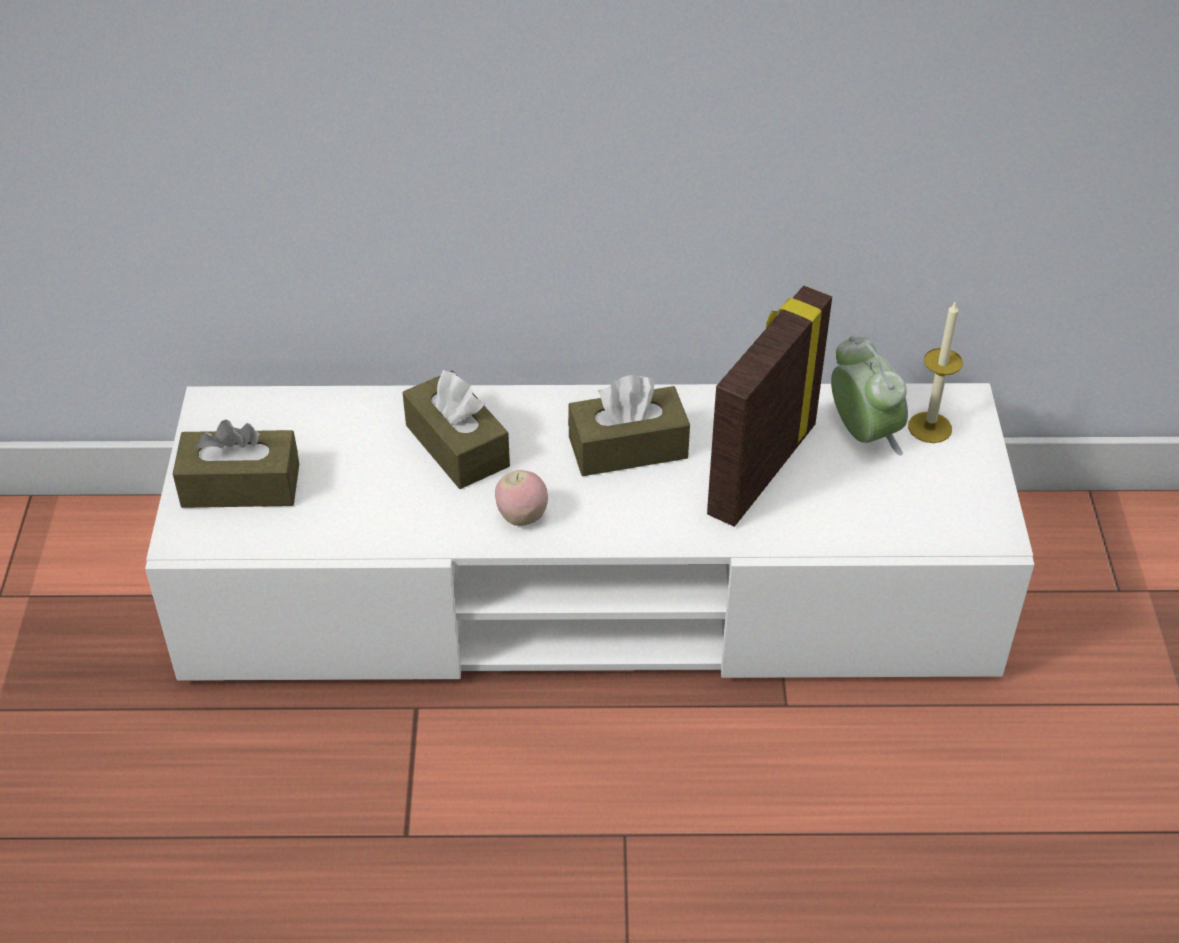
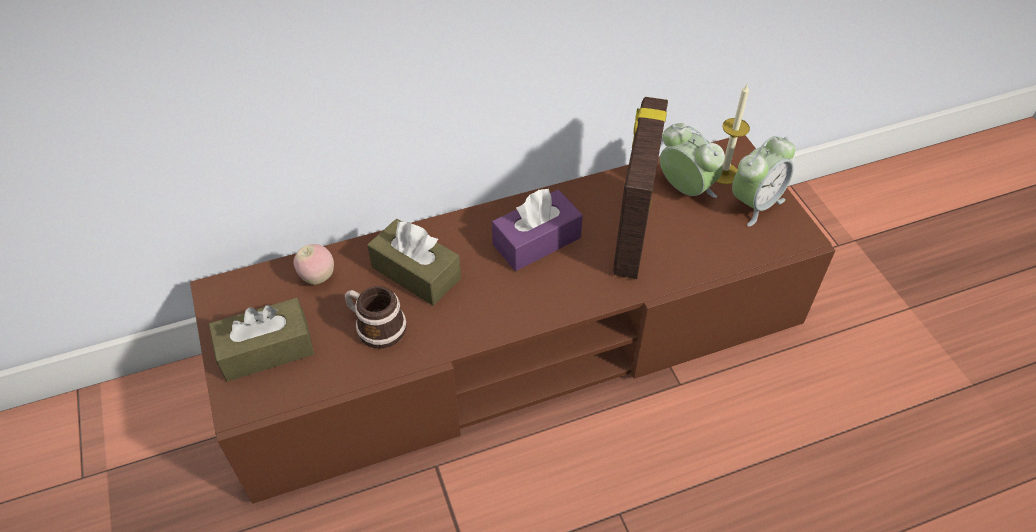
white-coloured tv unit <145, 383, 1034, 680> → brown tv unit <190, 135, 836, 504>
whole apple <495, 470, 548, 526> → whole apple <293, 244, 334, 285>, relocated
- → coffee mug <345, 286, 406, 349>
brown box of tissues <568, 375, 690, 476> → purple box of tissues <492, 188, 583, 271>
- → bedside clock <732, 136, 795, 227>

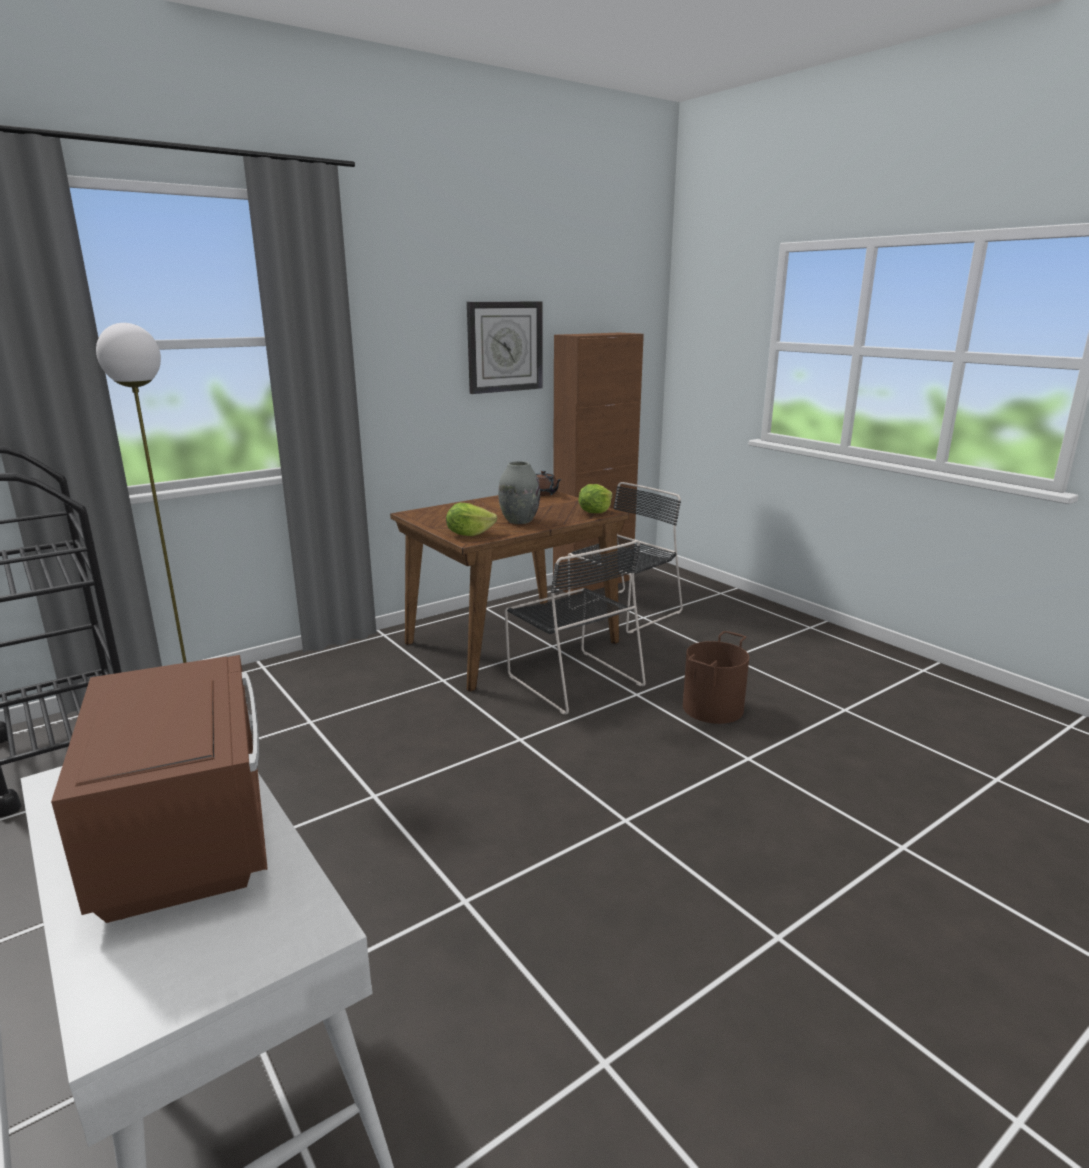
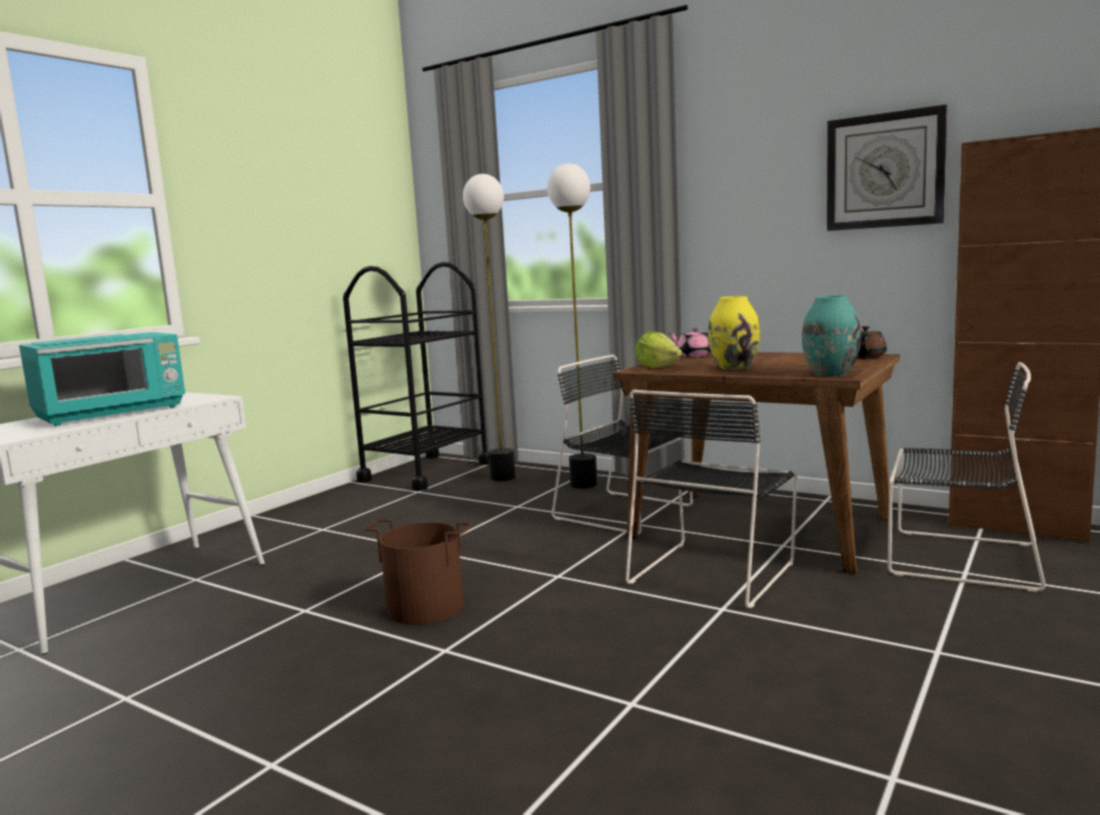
brown microwave oven <51, 655, 268, 923> → blue-green microwave oven <19, 332, 185, 426>
brown bucket <683, 631, 749, 724> → brown bucket <363, 519, 472, 624>, relocated
- → standing lamp <547, 164, 597, 489>
- → blackish upright chair <552, 355, 693, 535>
- → pinkish teapot <668, 327, 711, 357>
grey flower vase <498, 461, 540, 524> → yellow-coloured flower vase <708, 296, 760, 370>
lettuce <578, 484, 613, 513> → blue-green flower vase <802, 295, 861, 377>

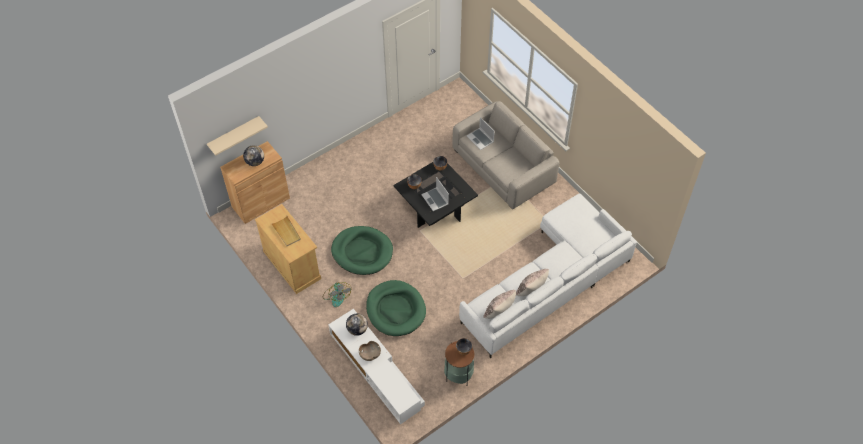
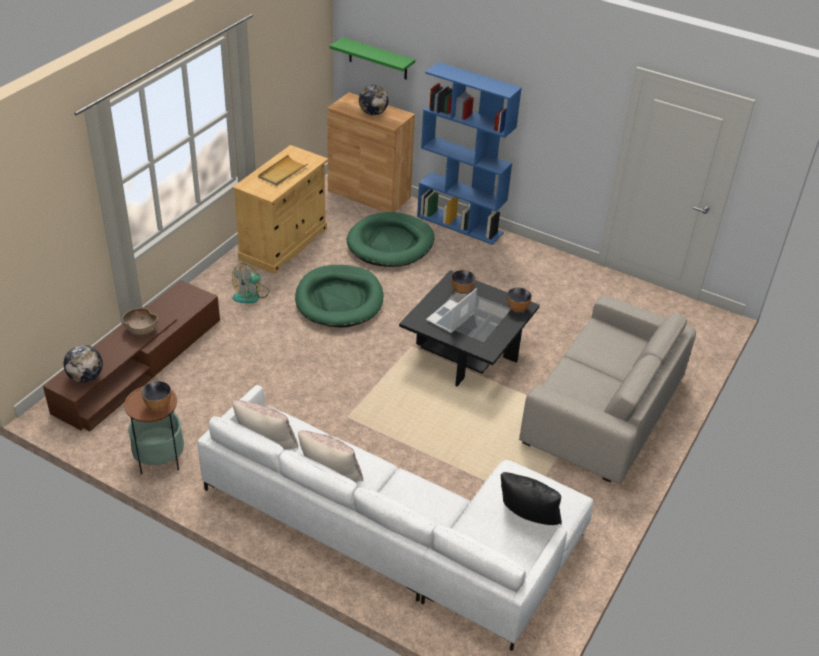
white-coloured tv unit <328, 309, 425, 425> → brown tv unit <43, 280, 220, 431>
world globe <346, 313, 368, 336> → world globe <64, 345, 103, 383>, relocated
sand-coloured wall shelf <207, 116, 268, 156> → greenish wall shelf <329, 37, 415, 79>
greenish dog bed <366, 280, 426, 336> → greenish dog bed <347, 212, 434, 267>, relocated
- → blue shelving unit <417, 62, 522, 245>
- → blackish cushion <501, 472, 562, 525>
notebook computer <467, 117, 495, 150> → -

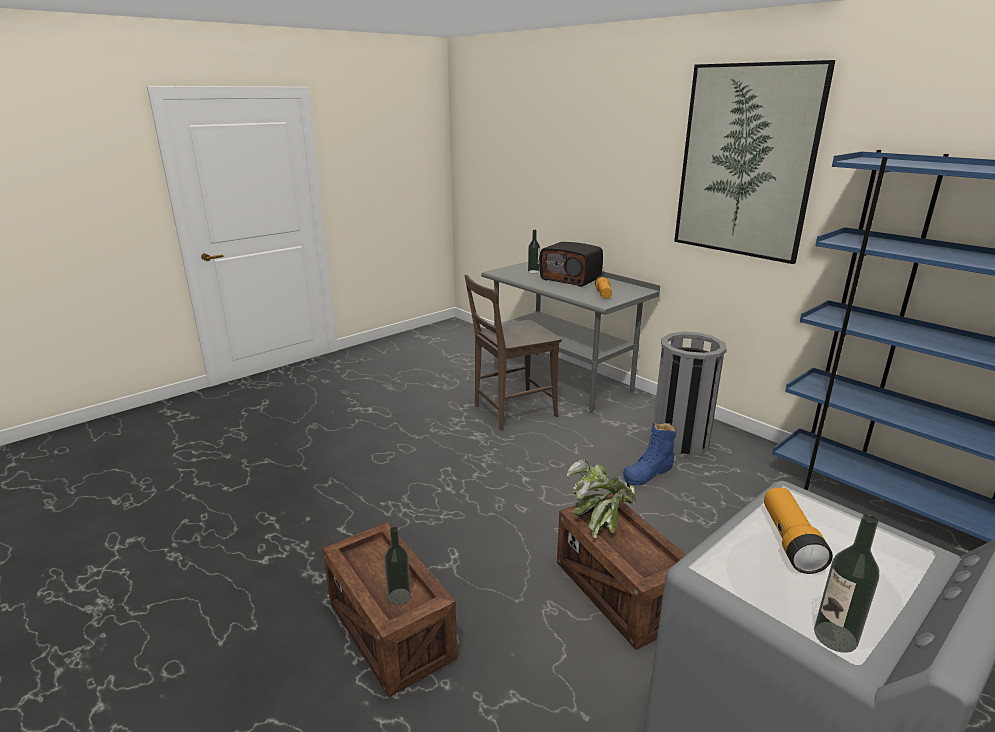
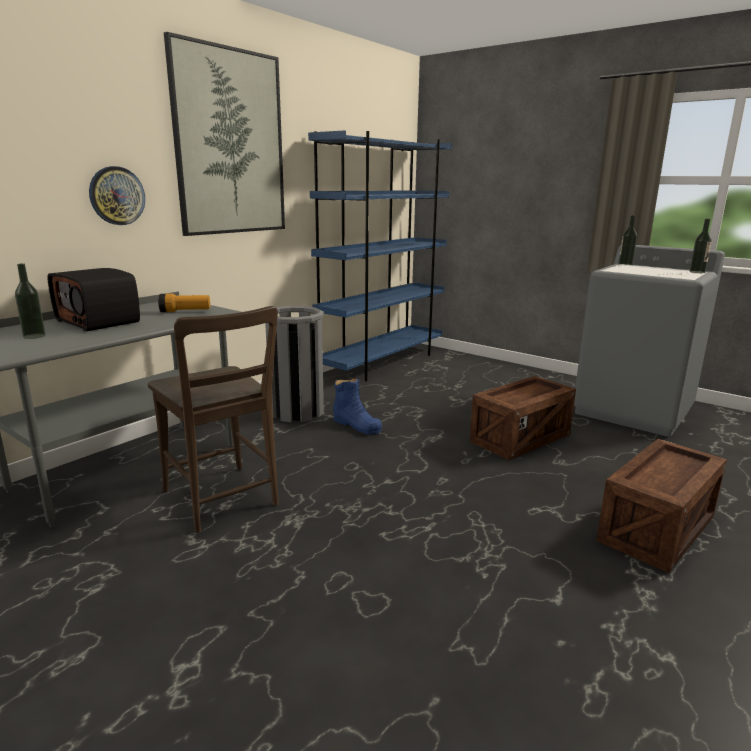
radio <539, 242, 603, 287> → radio <47, 268, 140, 331>, 105 degrees clockwise
- → clock on the wall <89, 166, 145, 225>
drink bottle <384, 527, 411, 605> → drink bottle <619, 215, 637, 266>, relocated
potted plant <566, 459, 636, 538> → -
hand torch <764, 487, 833, 574> → -

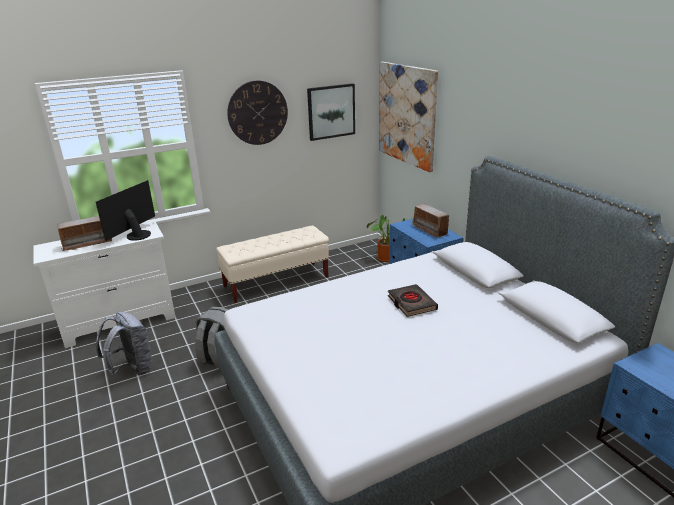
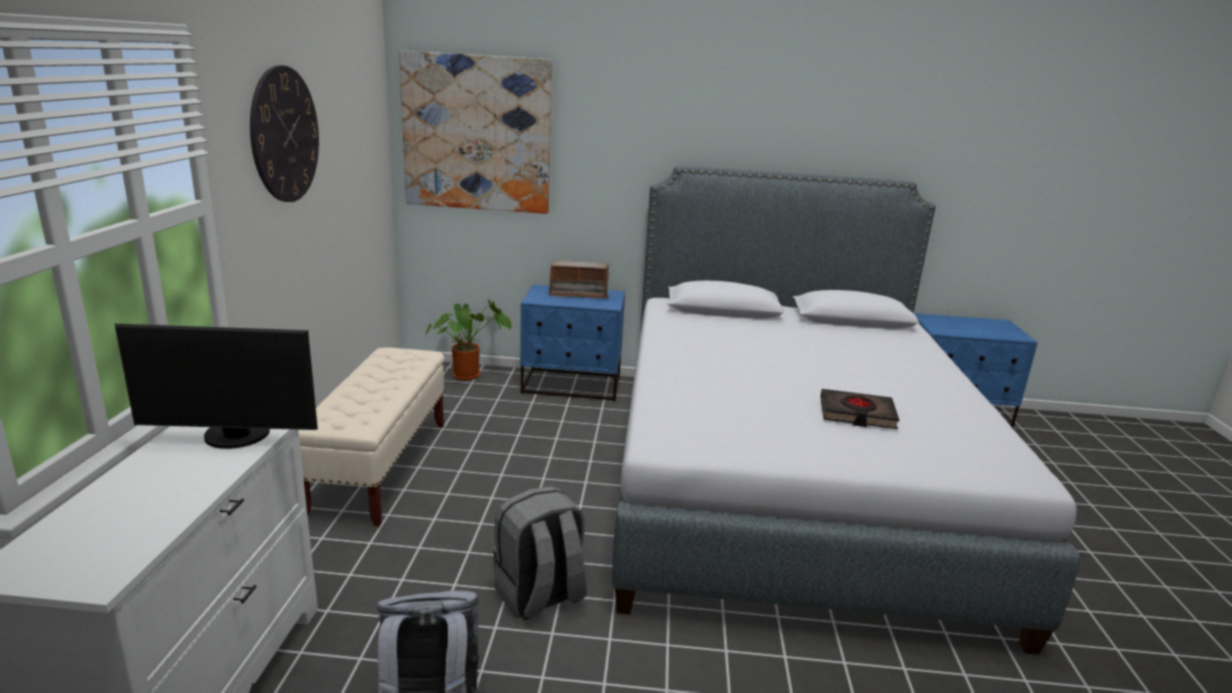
computer display <96, 180, 155, 241> → computer display <115, 324, 318, 449>, 60 degrees counterclockwise
blackish book <388, 284, 438, 317> → blackish book <820, 389, 899, 429>, relocated
radio <57, 216, 112, 251> → -
picture <307, 83, 355, 141> → -

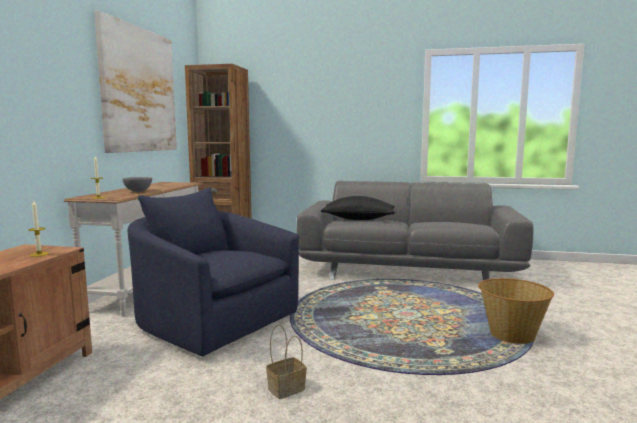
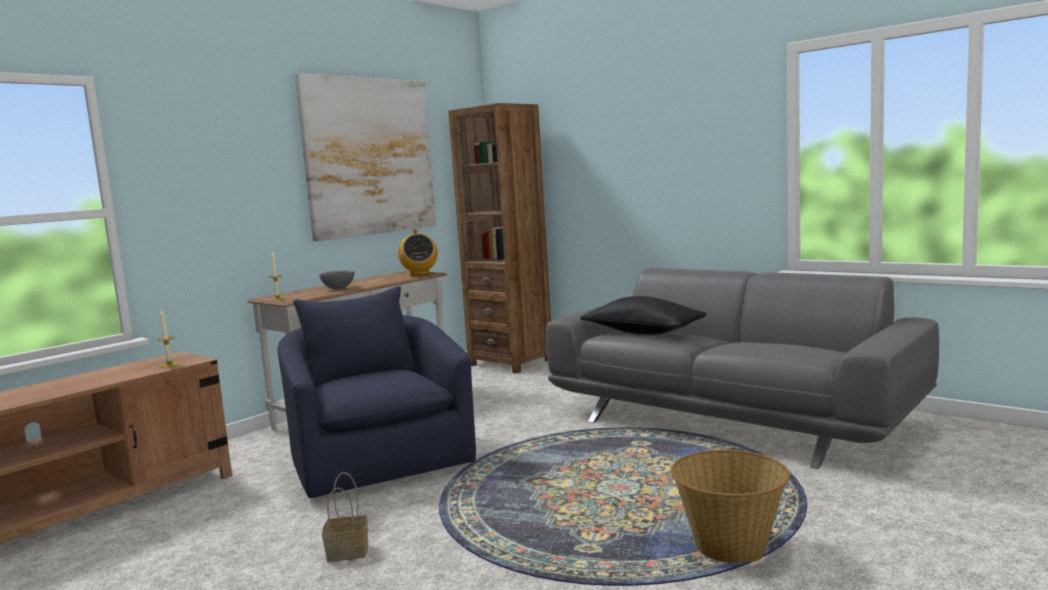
- → radio <398, 229, 438, 276>

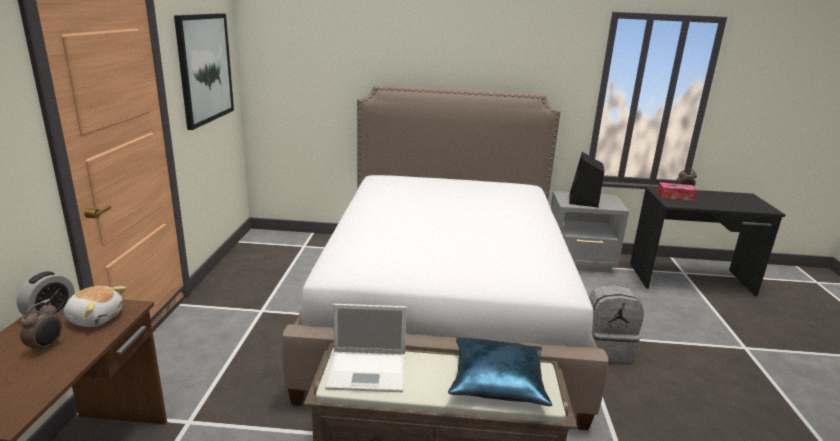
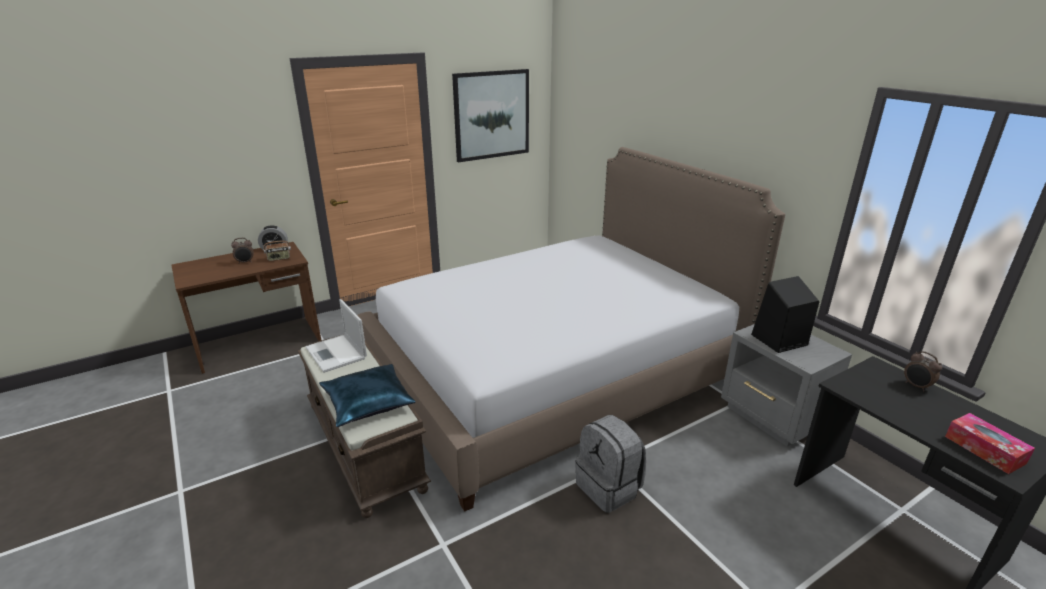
plush toy <64, 286, 126, 327> → radio <263, 234, 291, 261>
box of tissues <657, 182, 698, 201> → box of tissues <945, 413, 1035, 474>, relocated

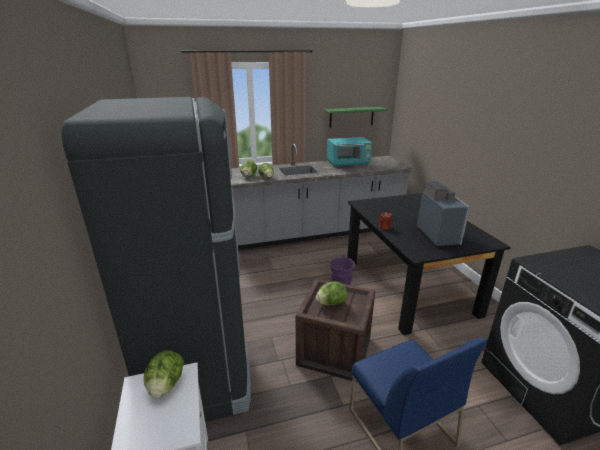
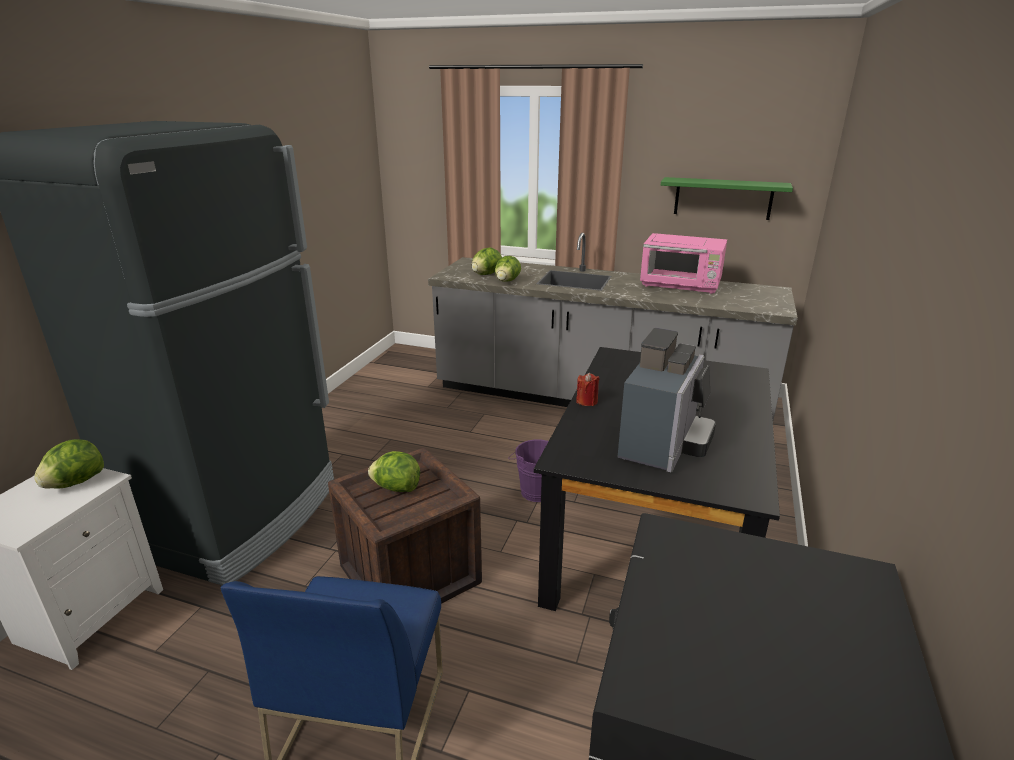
blue-green microwave oven <327, 137, 372, 167> → pinkish microwave oven <640, 233, 727, 294>

